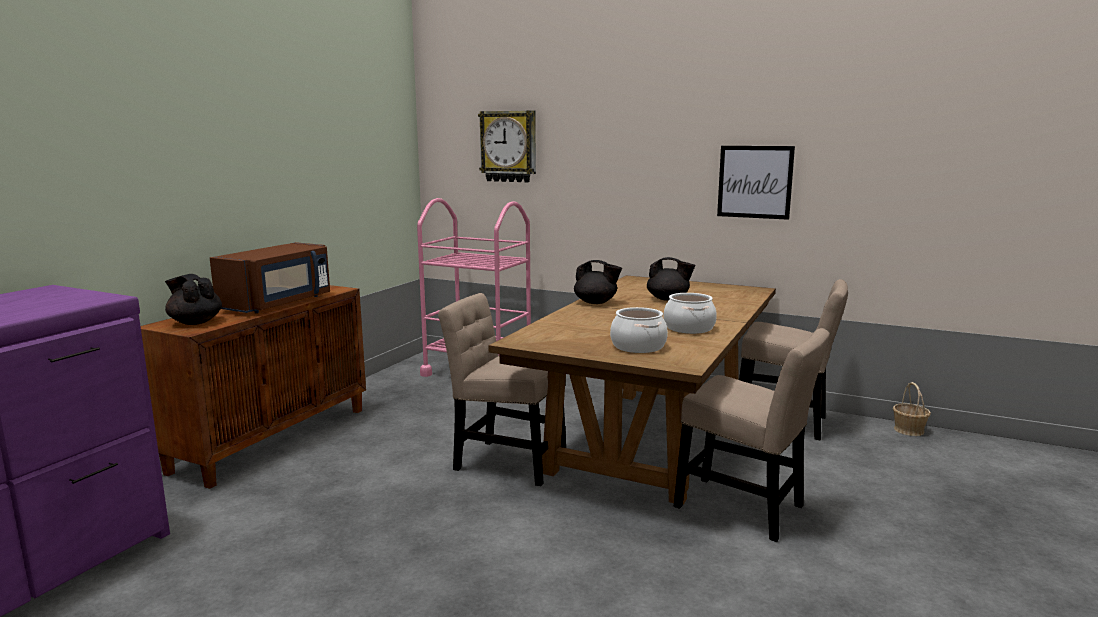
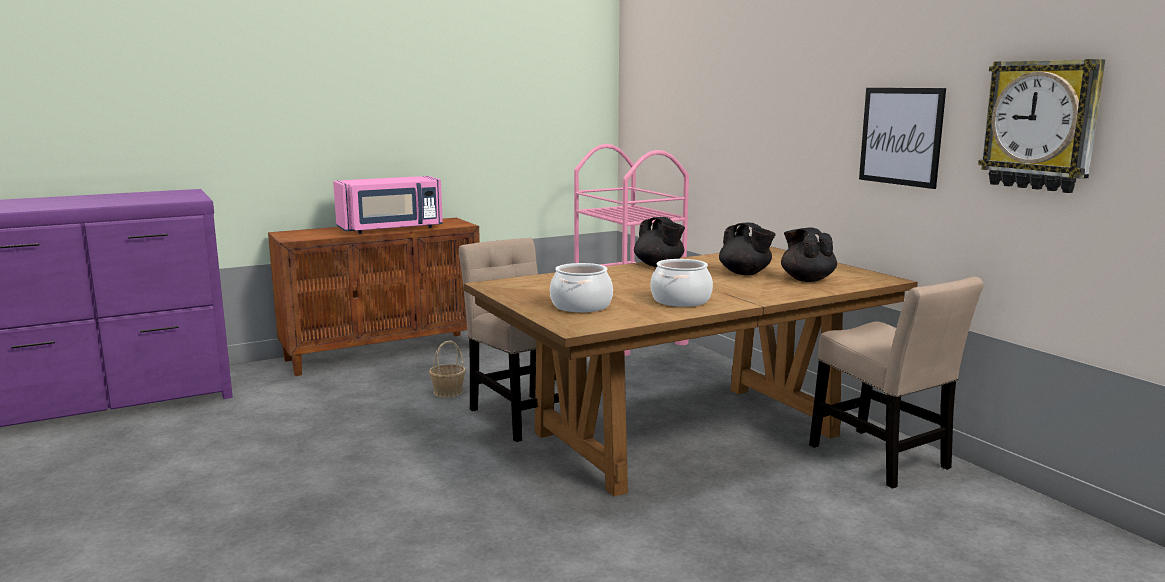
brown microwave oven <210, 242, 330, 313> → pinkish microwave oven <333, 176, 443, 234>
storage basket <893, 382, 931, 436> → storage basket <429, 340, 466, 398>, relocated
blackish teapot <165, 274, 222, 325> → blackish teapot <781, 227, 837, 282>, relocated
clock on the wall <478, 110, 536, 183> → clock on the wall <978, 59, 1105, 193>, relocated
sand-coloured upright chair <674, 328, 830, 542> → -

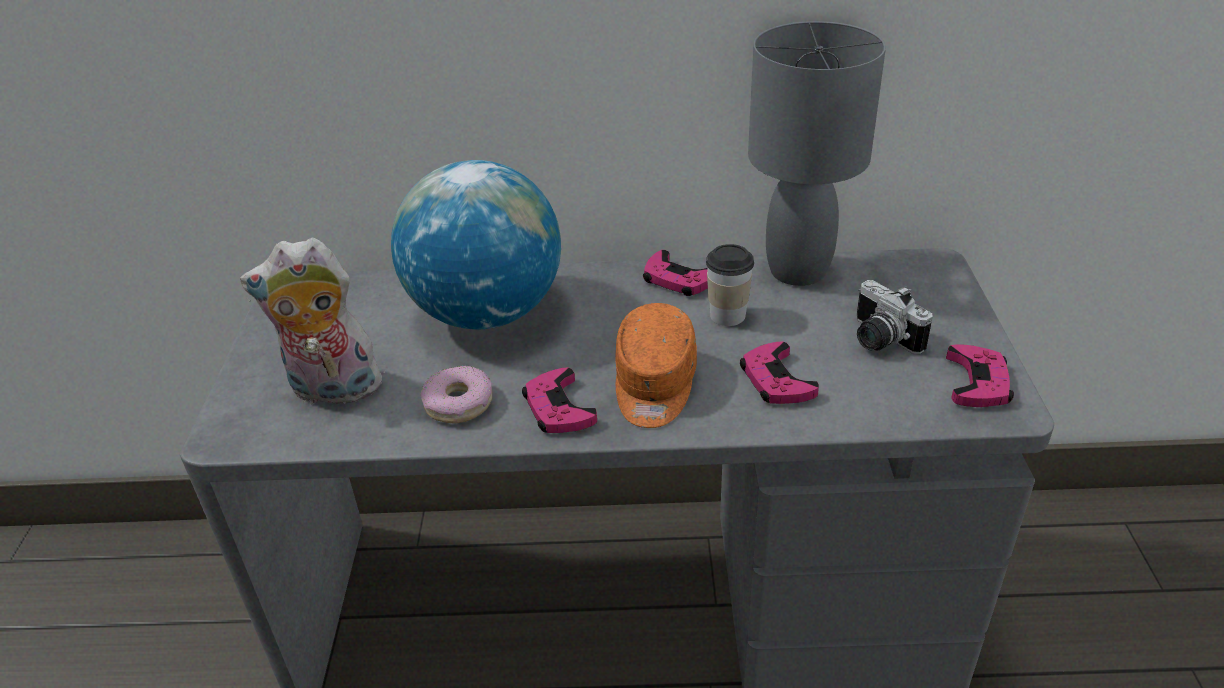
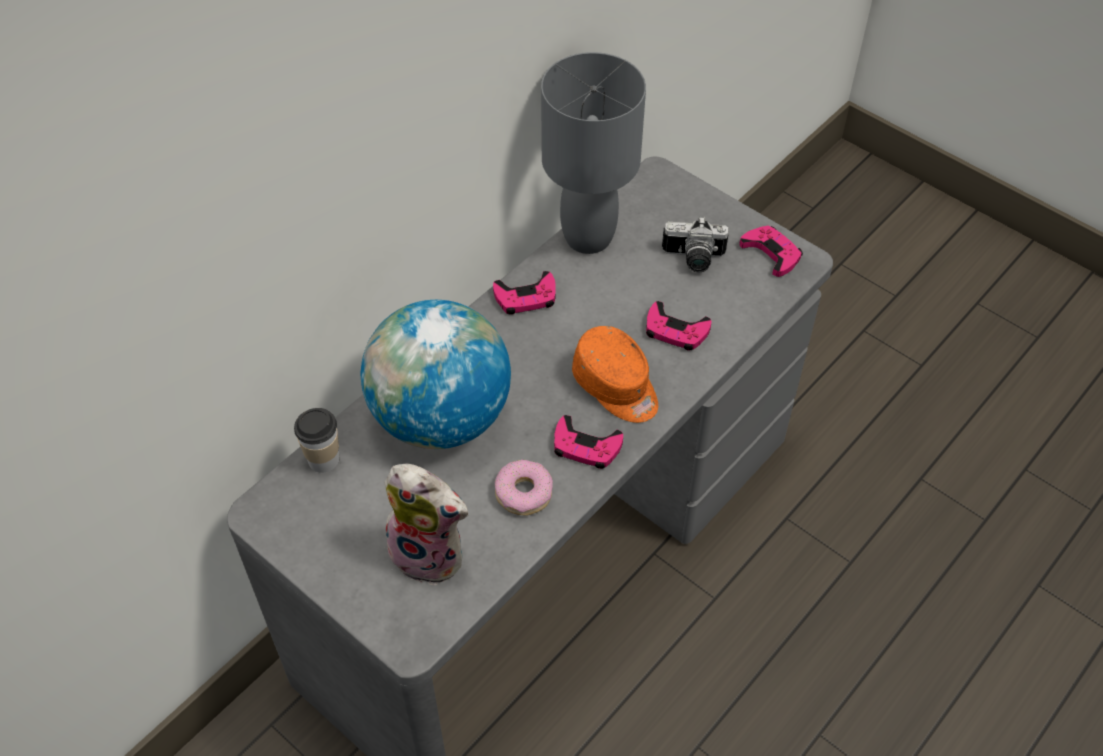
cup <706, 244, 754, 326> → cup <294, 408, 339, 473>, relocated
plush toy <240, 238, 389, 404> → plush toy <384, 464, 468, 586>, 105 degrees counterclockwise

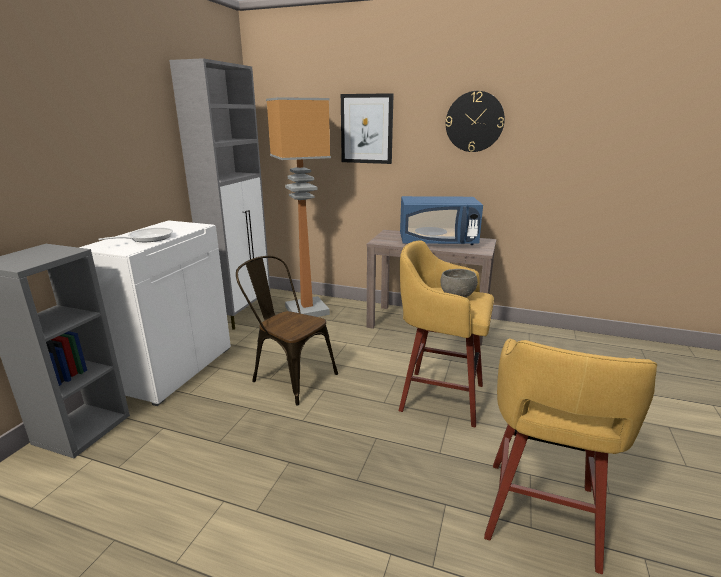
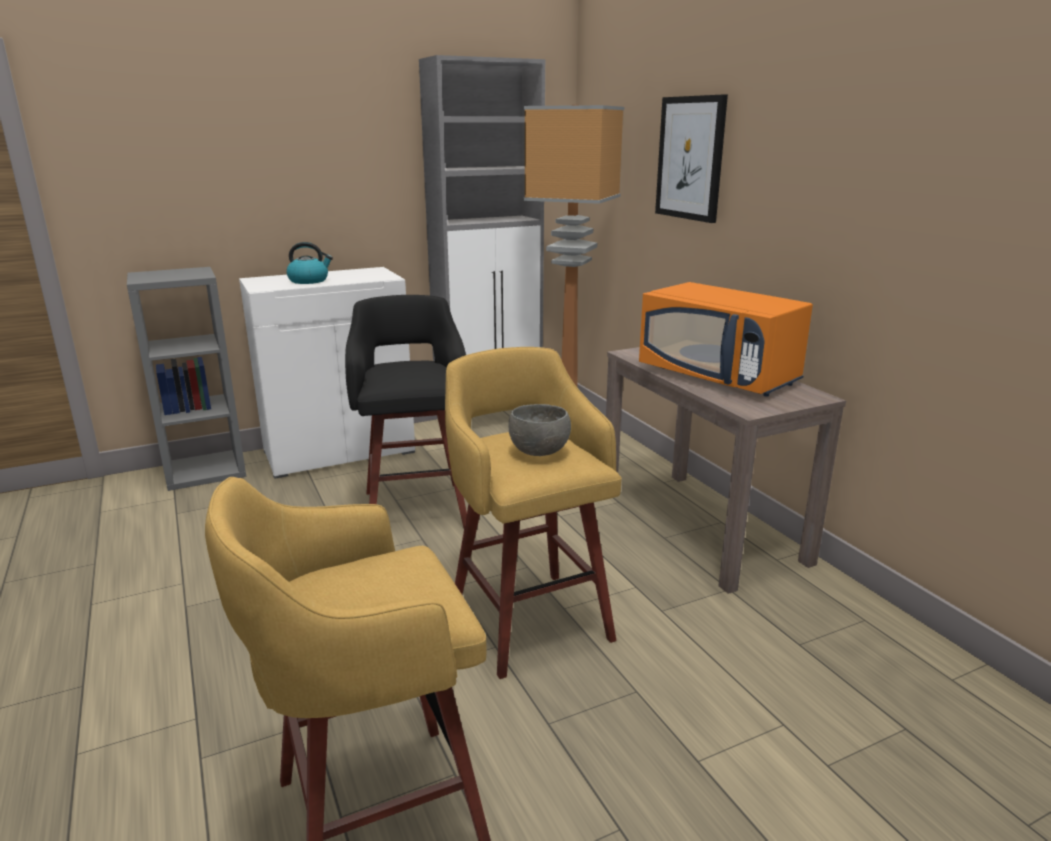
pan <98, 228, 173, 242> → kettle <286, 242, 333, 284>
brown upright chair <236, 256, 338, 406> → blackish stool seat <345, 295, 467, 528>
blue microwave oven <400, 196, 483, 245> → orange-coloured microwave oven <639, 282, 813, 397>
clock on the wall <446, 91, 505, 152> → -

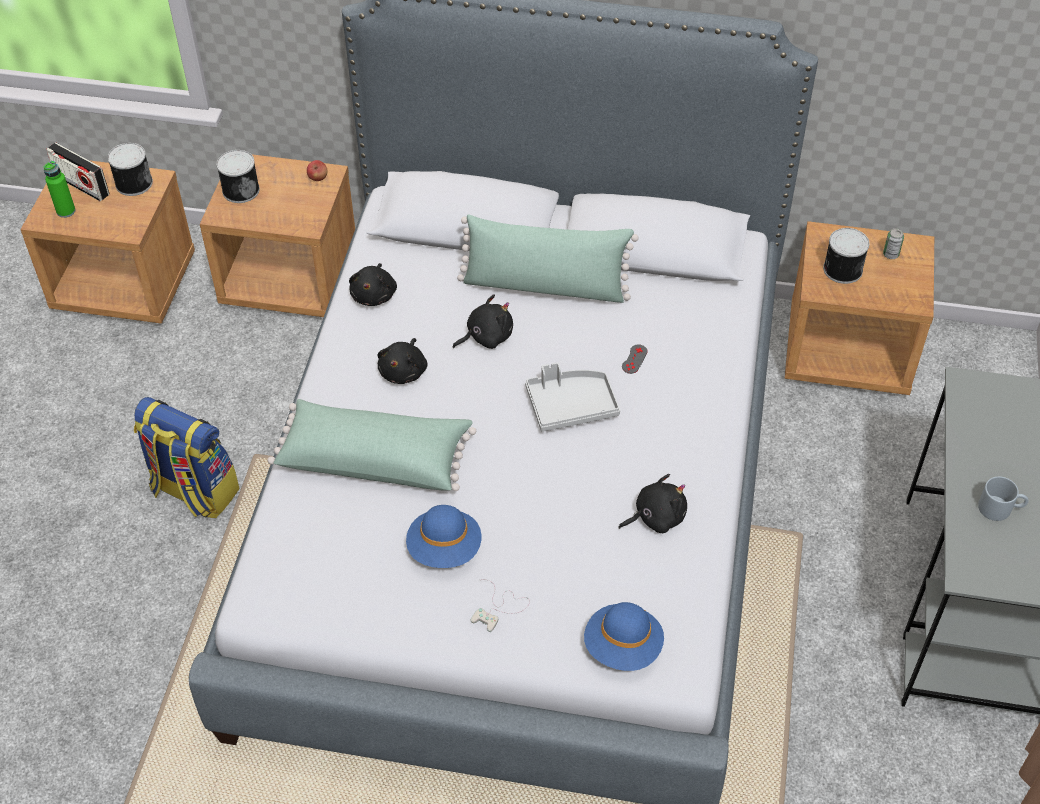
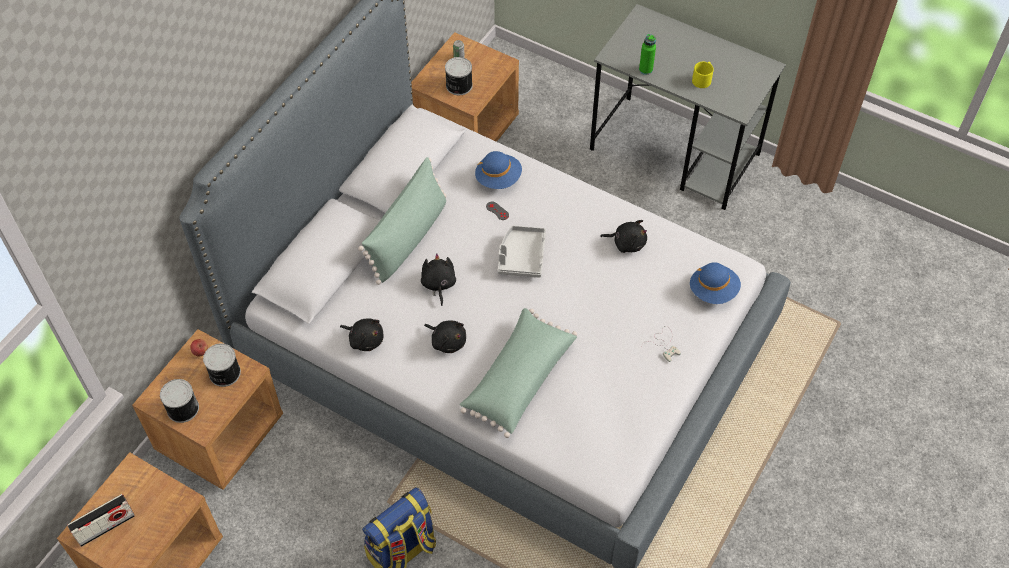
can <107, 143, 153, 196> → can <203, 343, 241, 387>, relocated
blue clothing hat <406, 505, 481, 568> → blue clothing hat <475, 151, 522, 189>, relocated
blackish plush toy <618, 474, 687, 533> → blackish plush toy <600, 220, 647, 253>, 105 degrees clockwise
greenish drink bottle <44, 161, 75, 218> → greenish drink bottle <639, 34, 656, 75>, relocated
grey coffee mug <978, 476, 1028, 521> → yellow-coloured coffee mug <692, 62, 714, 88>

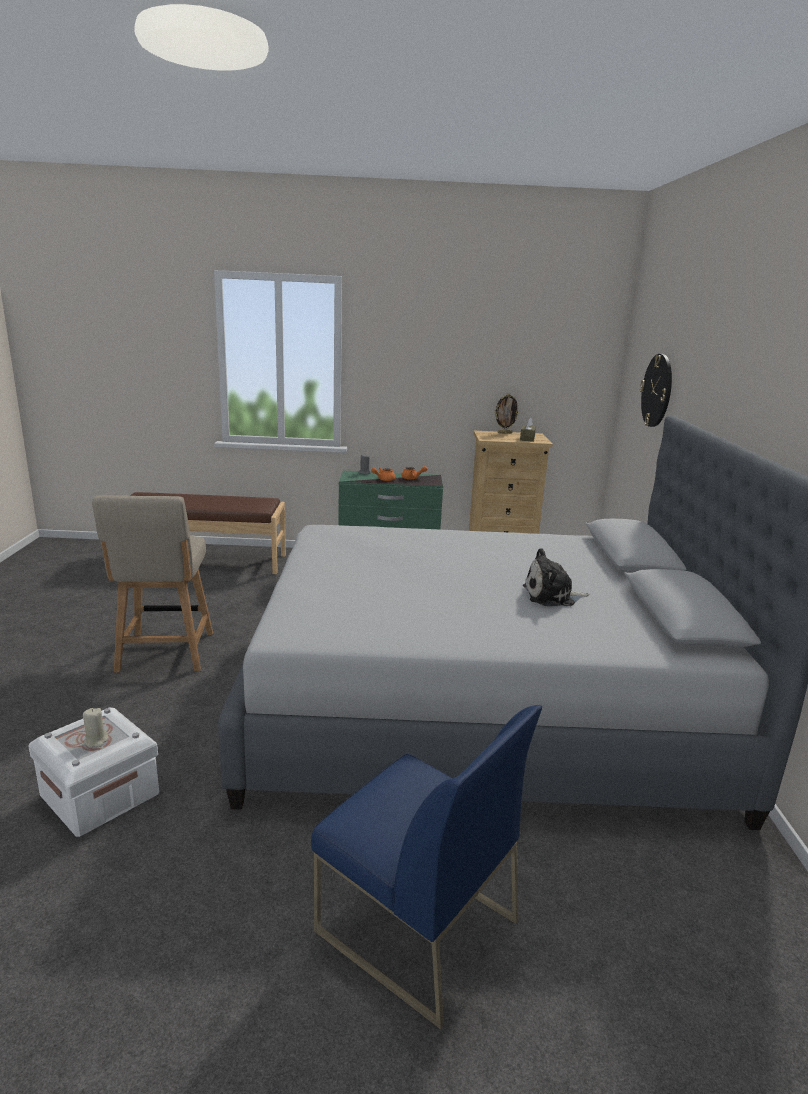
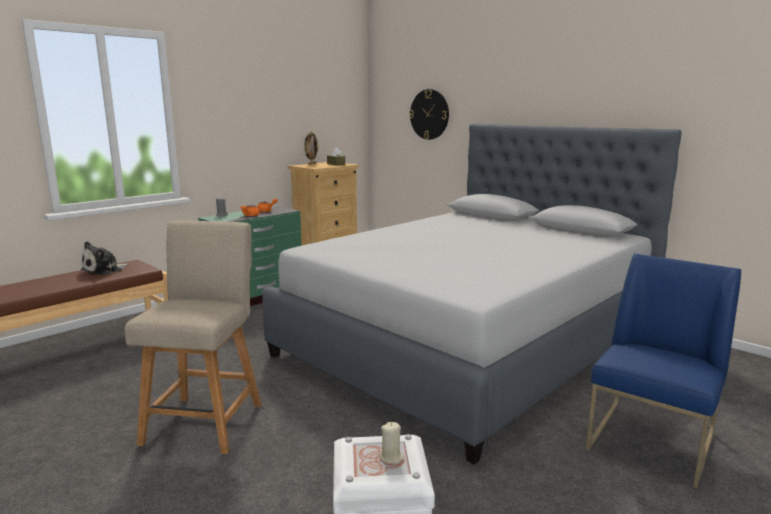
plush toy <523, 548, 589, 606> → plush toy <80, 241, 129, 275>, relocated
sand-coloured upright chair <92, 495, 213, 673> → sand-coloured upright chair <125, 220, 261, 454>, 120 degrees counterclockwise
blue upright chair <311, 705, 542, 1030> → blue upright chair <586, 254, 741, 488>, 45 degrees counterclockwise

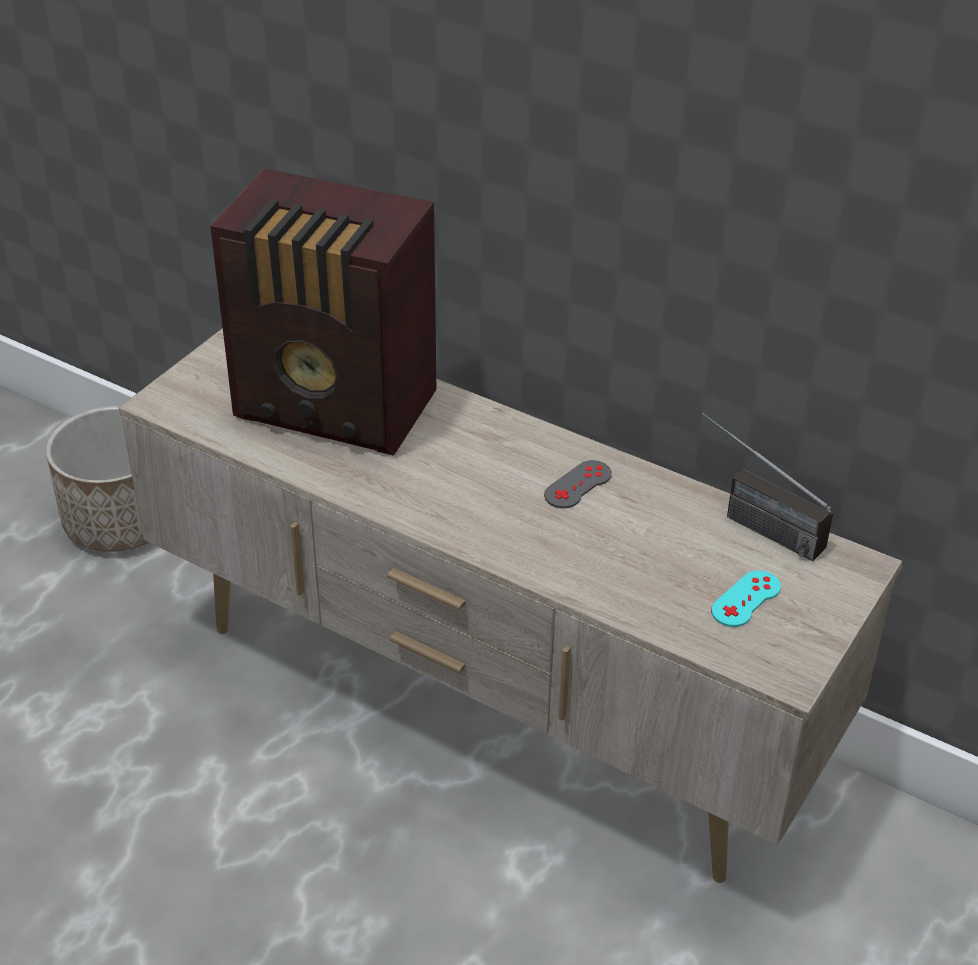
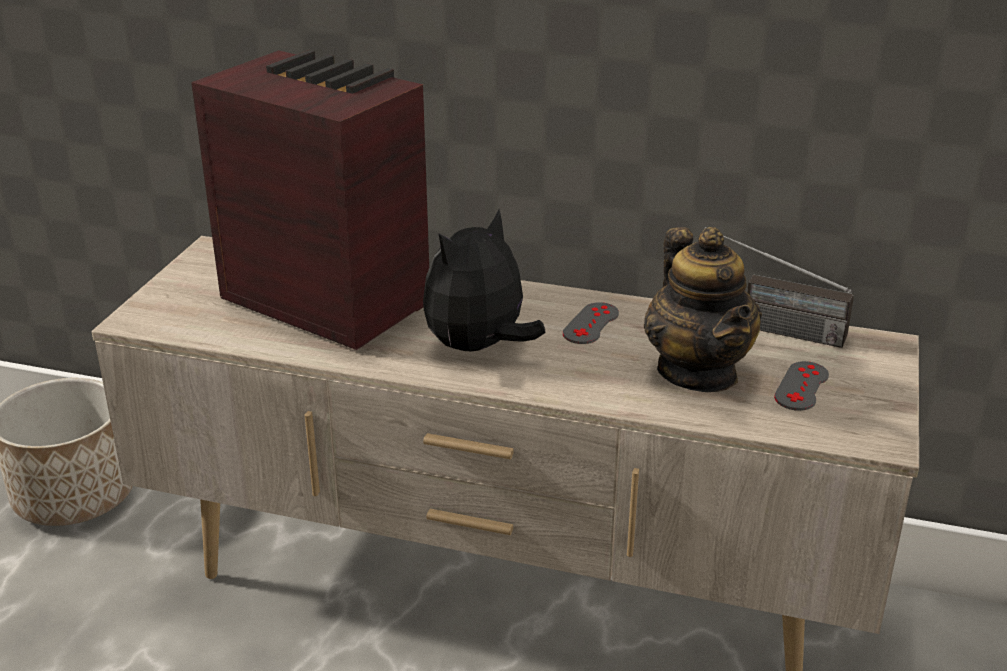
radio <210, 168, 436, 455> → radio <191, 50, 429, 350>, 150 degrees counterclockwise
- → plush toy <423, 208, 545, 352>
- → teapot <644, 227, 762, 392>
blue-green gamepad <711, 570, 781, 627> → grey gamepad <774, 361, 829, 411>

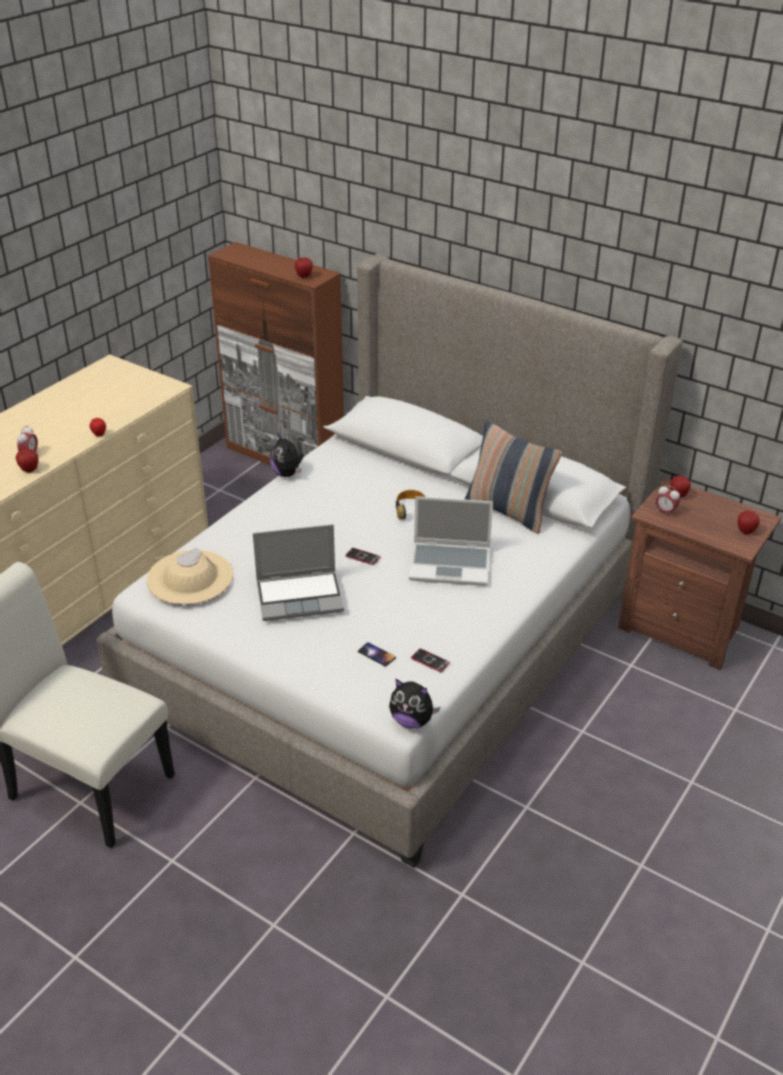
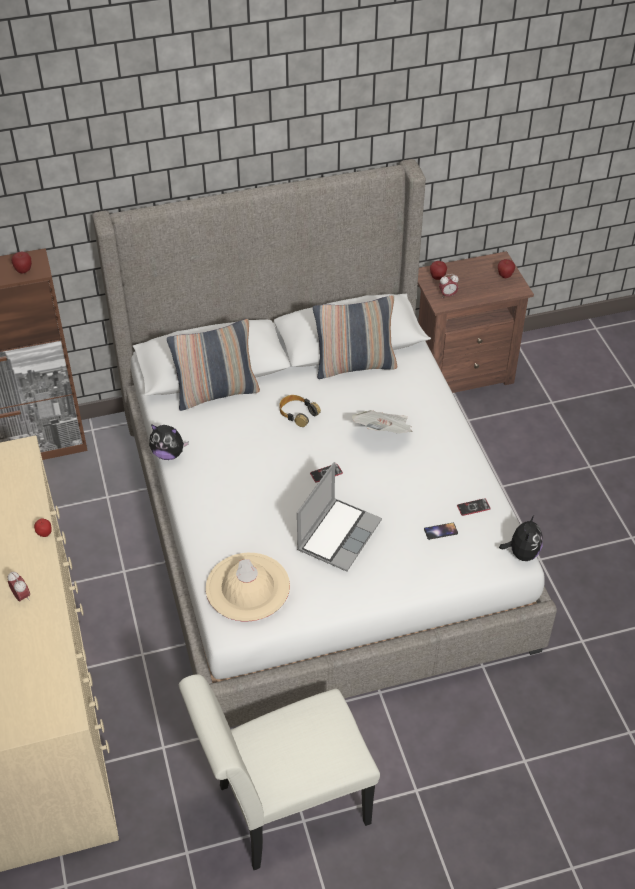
- → cushion <167, 319, 260, 411>
notebook computer <409, 496, 493, 586> → daily paper <352, 410, 412, 434>
plush toy <389, 678, 440, 729> → plush toy <499, 514, 543, 561>, 45 degrees counterclockwise
whole apple <16, 449, 39, 473> → -

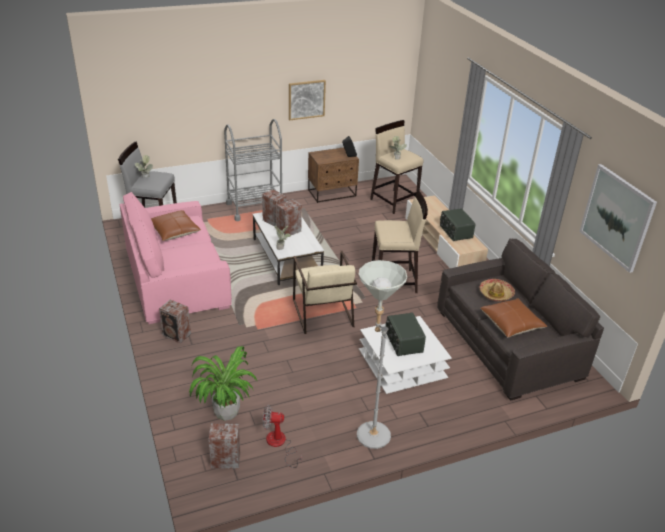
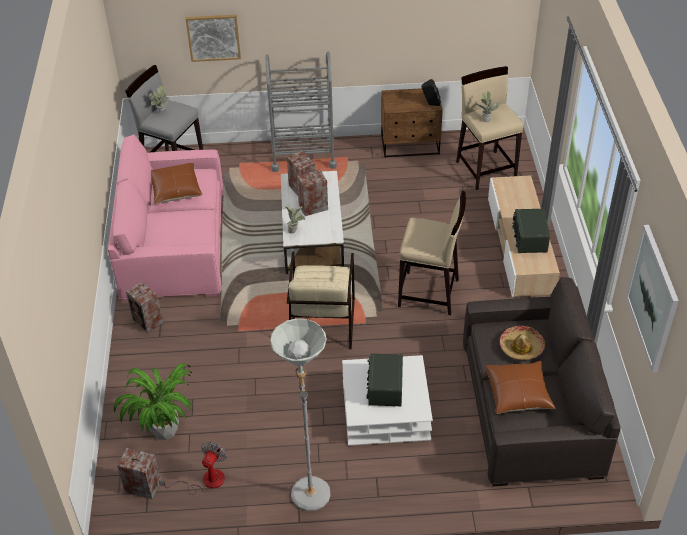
fan <263, 405, 302, 468> → fan <159, 442, 227, 495>, 90 degrees clockwise
picture <289, 80, 326, 120> → picture <186, 15, 241, 62>, relocated

